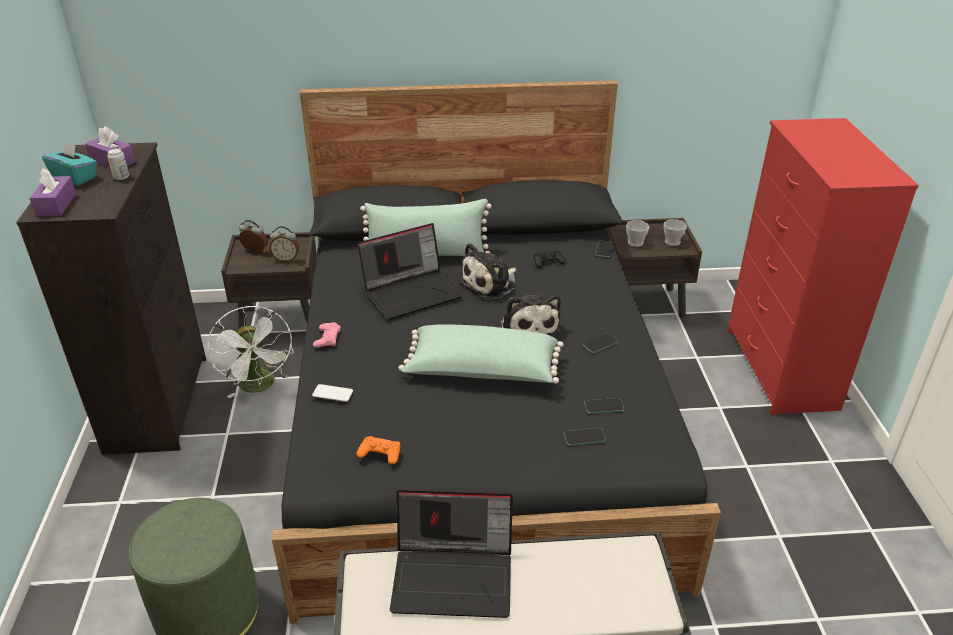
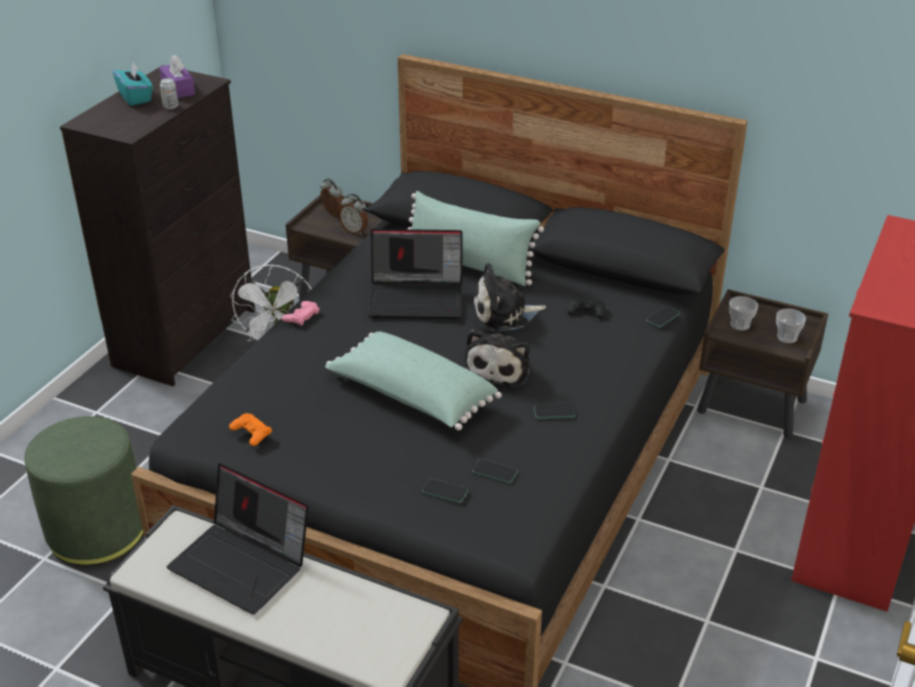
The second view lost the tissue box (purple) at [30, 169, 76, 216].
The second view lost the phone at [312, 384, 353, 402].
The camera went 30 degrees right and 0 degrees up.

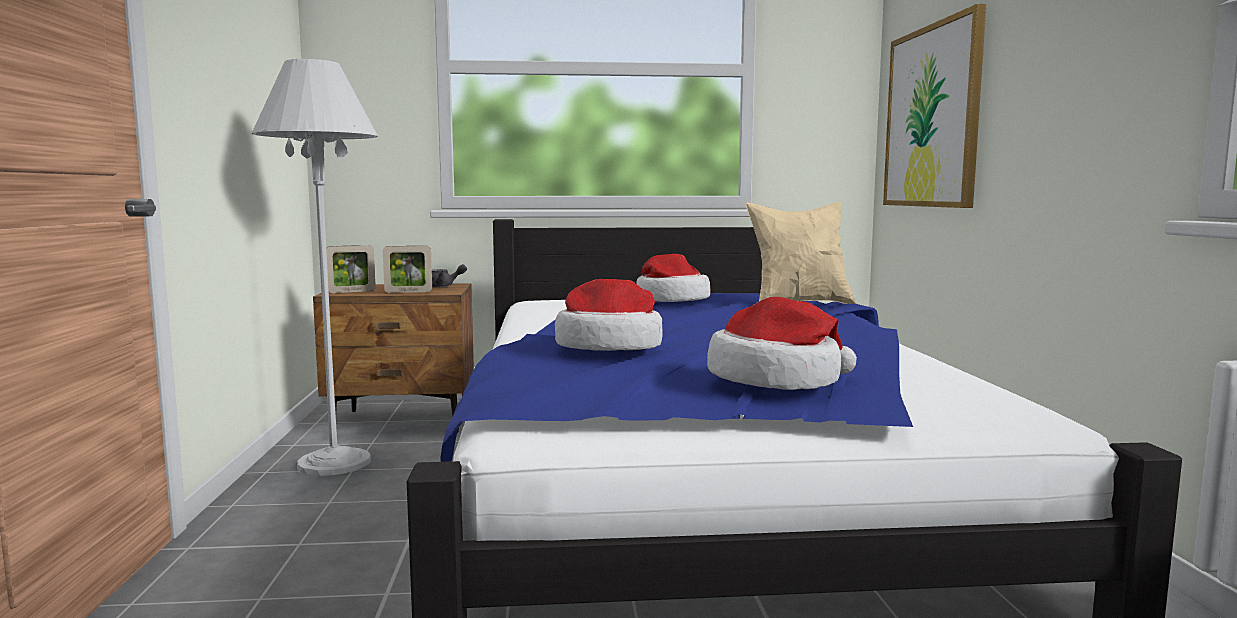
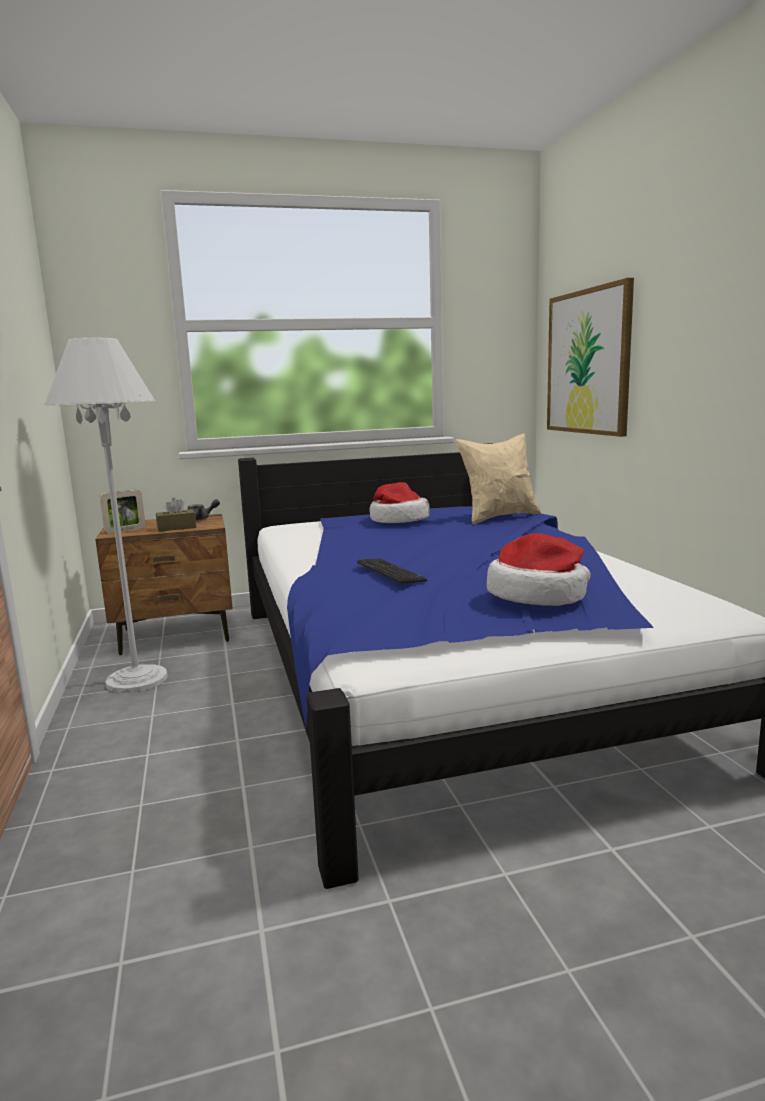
Where the picture frame stood at [383, 246, 432, 293], the tissue box (brown) came to stand at [156, 498, 196, 532].
Where the hat stood at [555, 279, 662, 351], the keyboard came to stand at [357, 558, 427, 584].
The camera went 10 degrees left and 5 degrees up.

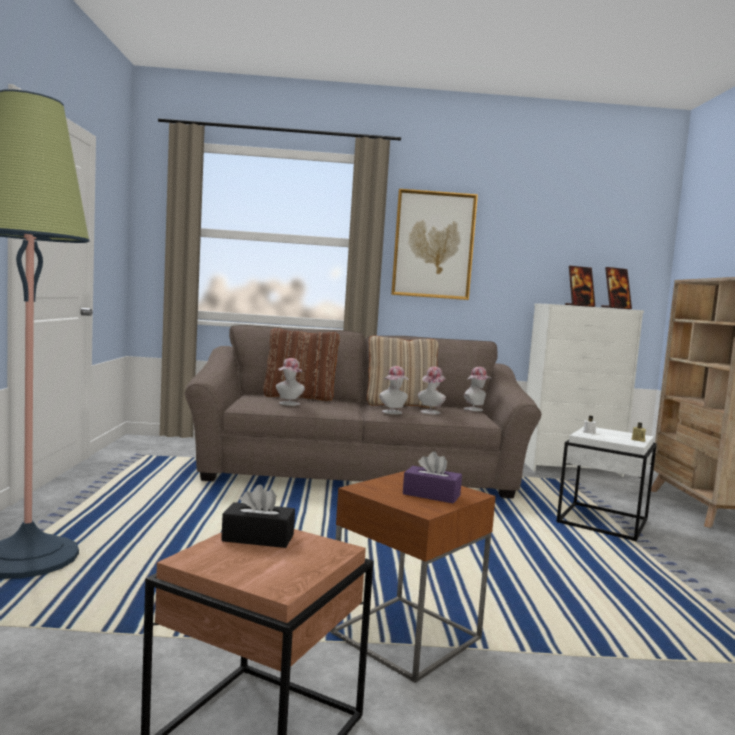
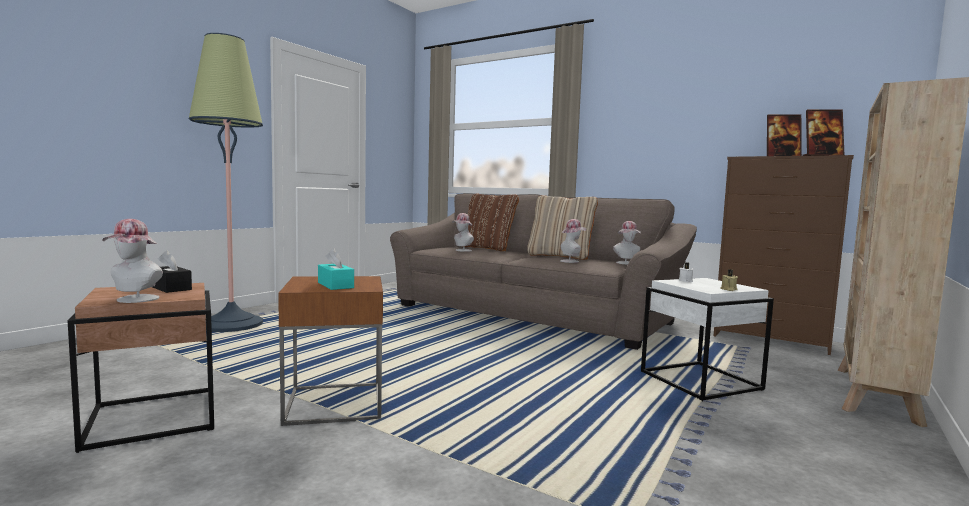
The hat ended up elsewhere, having gone from [379, 366, 409, 414] to [102, 219, 163, 303].
What was the tissue box (purple) at [403, 451, 462, 504] turned into the tissue box (turquoise) at [318, 249, 354, 290].
What was the dresser (white) at [524, 303, 644, 477] turned into the dresser (brown) at [714, 155, 854, 355].
The second view lost the picture at [391, 189, 478, 300].
The camera went 35 degrees right and 0 degrees up.

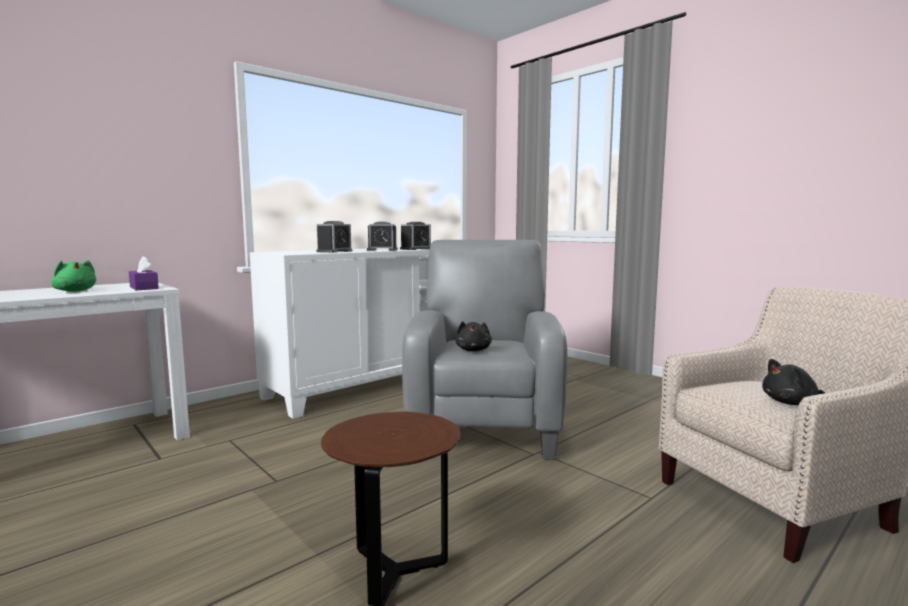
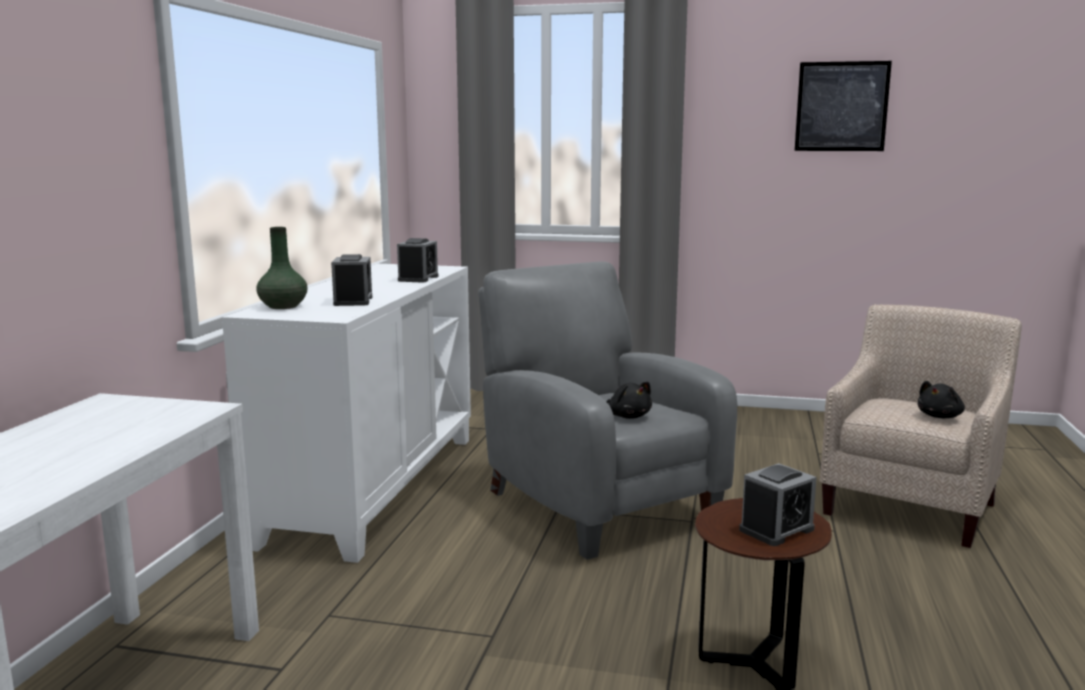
The second view gained the vase (green) at [256, 227, 308, 309].
The alarm clock ended up elsewhere, having gone from [367, 221, 398, 251] to [739, 463, 817, 546].
The second view gained the picture at [795, 61, 892, 151].
The second view lost the plush toy (green) at [51, 260, 96, 292].
The second view lost the tissue box (purple) at [129, 256, 159, 290].
The camera went 35 degrees left and 5 degrees up.

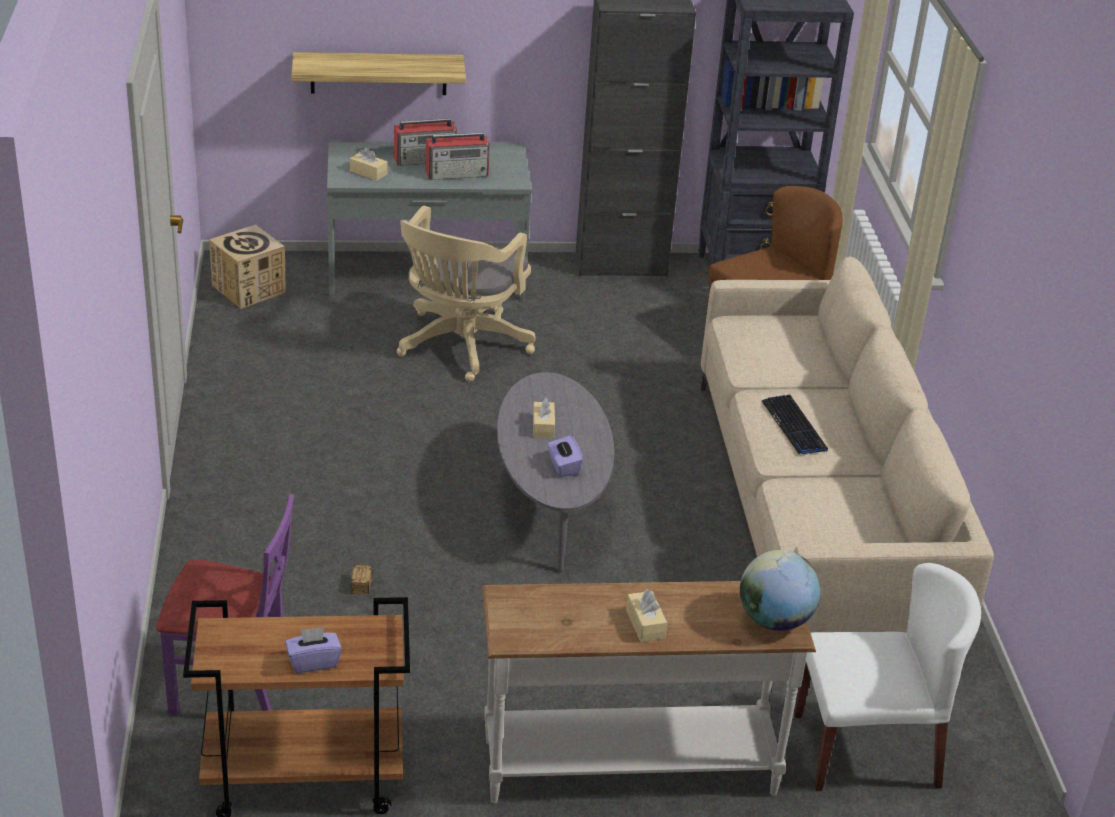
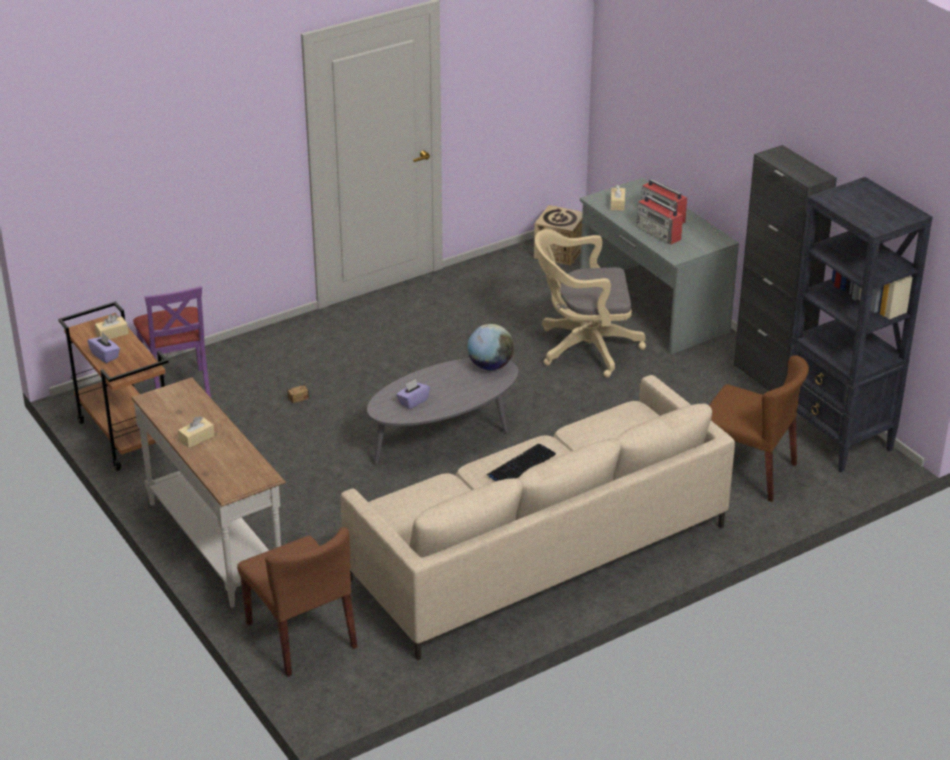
The tissue box (beige) ended up elsewhere, having gone from [533, 398, 555, 438] to [95, 314, 129, 339].
What was the chair (white) at [794, 563, 981, 791] turned into the chair (brown) at [237, 527, 357, 677].
The globe ended up elsewhere, having gone from [740, 550, 821, 631] to [467, 324, 514, 370].
The second view lost the shelf at [292, 52, 466, 95].
The camera went 65 degrees right and 0 degrees up.

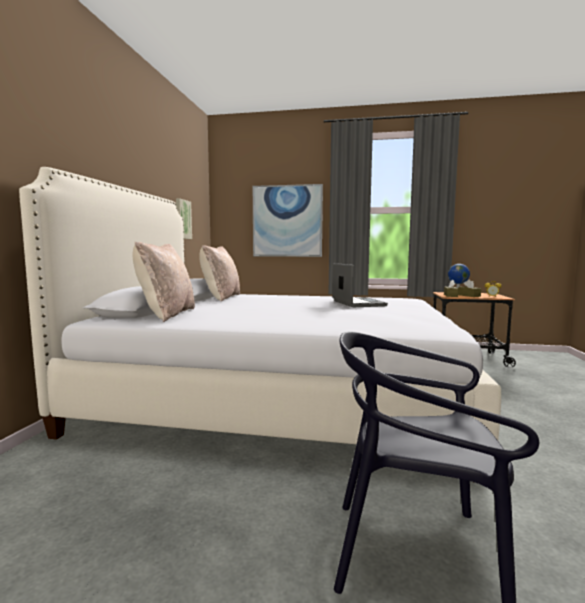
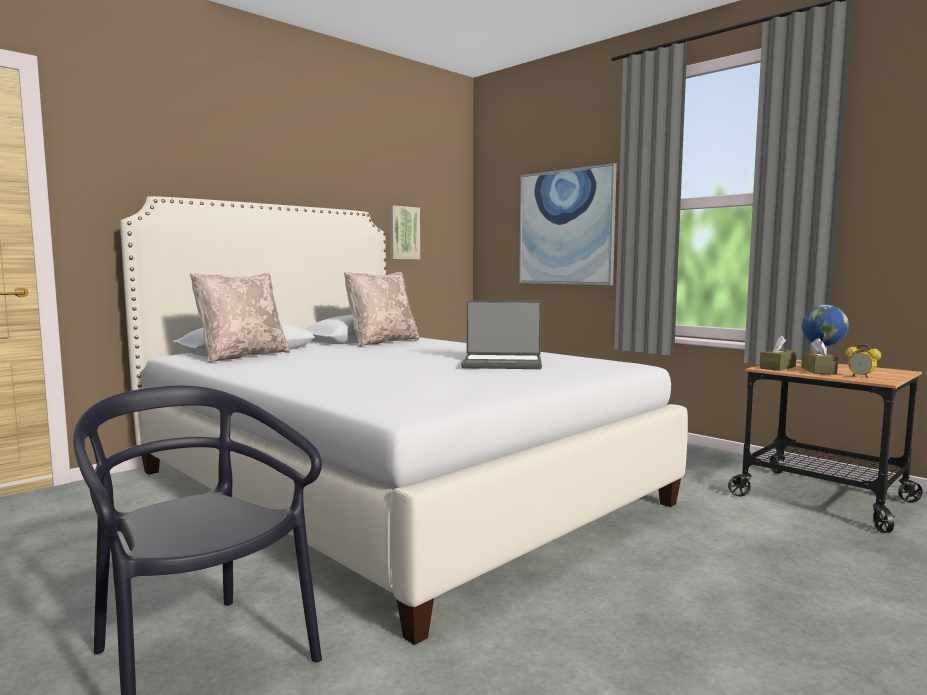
The laptop at [332, 263, 388, 307] ended up facing another way, 75 degrees clockwise from before.
The camera went 35 degrees right and 0 degrees up.

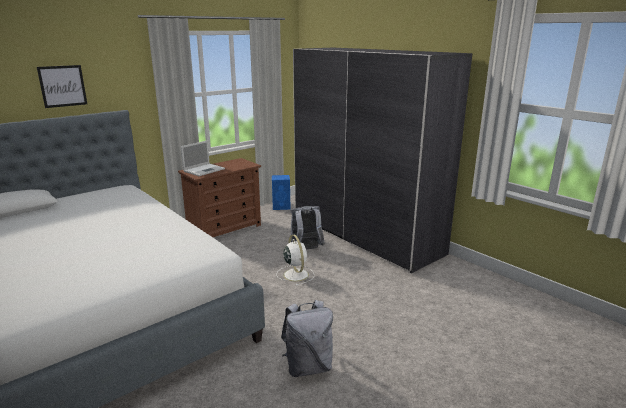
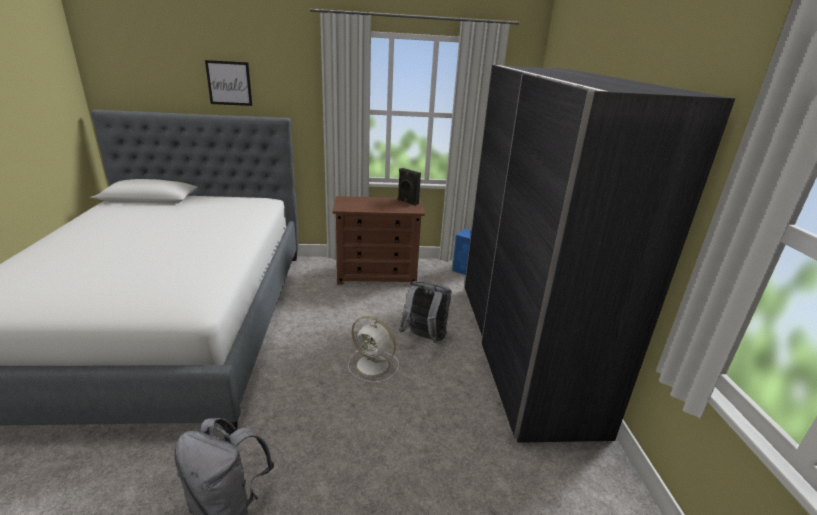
The fan (white) at [276, 235, 314, 286] ended up facing another way, 105 degrees clockwise from before.
The second view gained the speaker (black) at [398, 168, 421, 206].
The second view lost the laptop at [180, 140, 225, 176].
The camera went 35 degrees right and 5 degrees up.

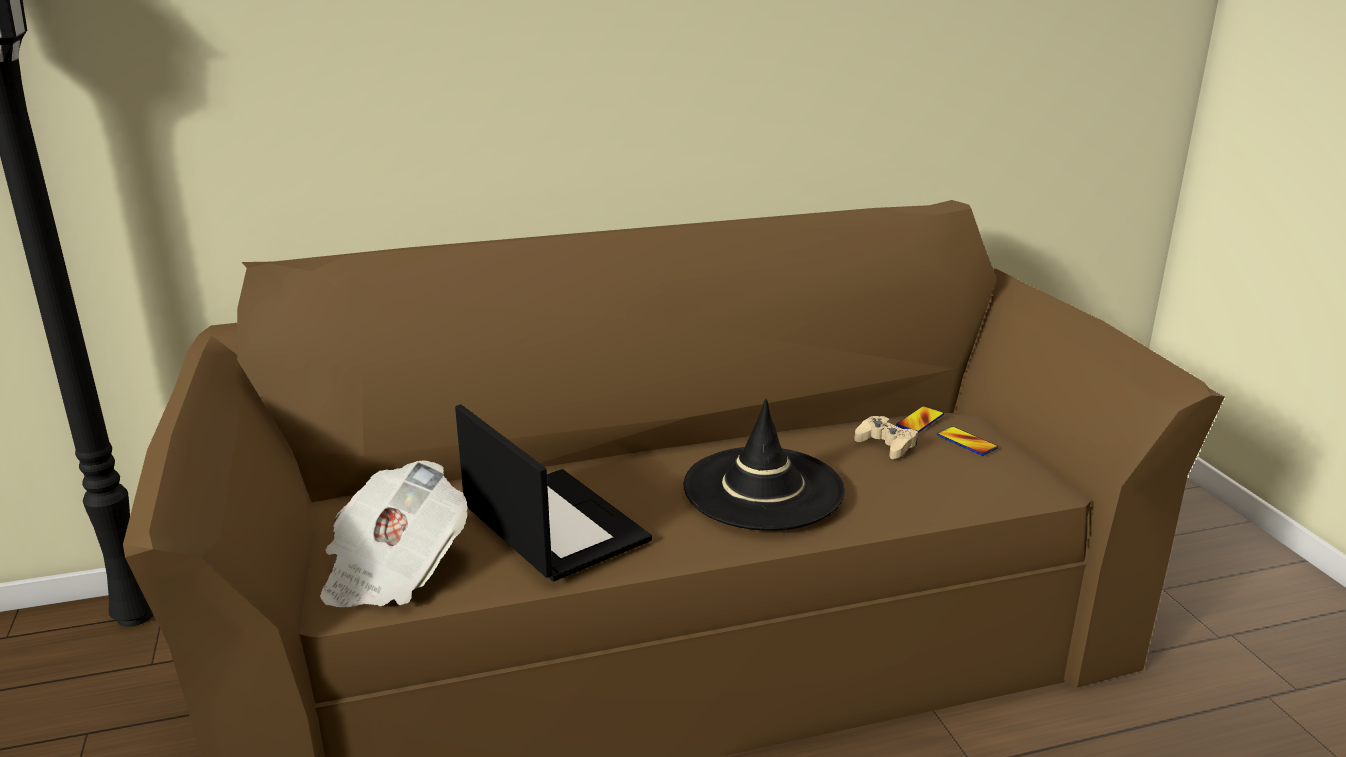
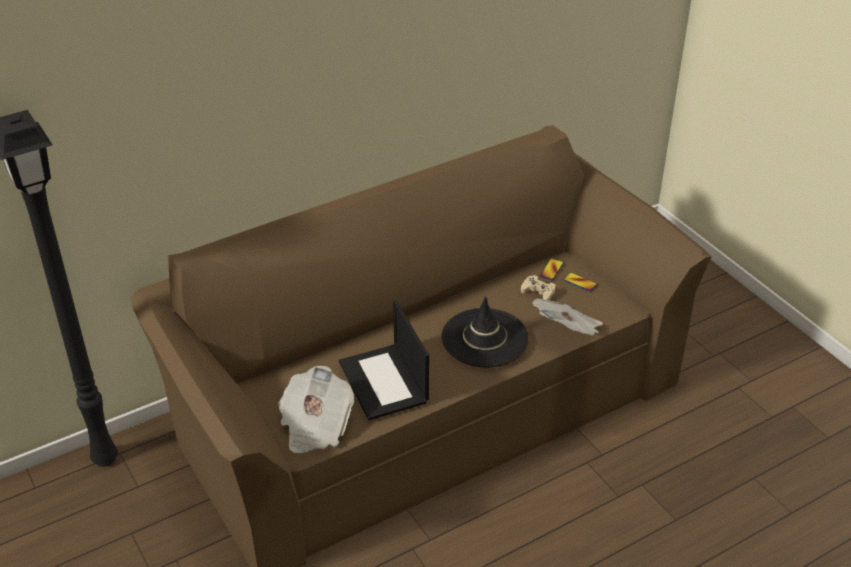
The laptop at [455, 404, 652, 581] ended up facing another way, 150 degrees counterclockwise from before.
The second view gained the newspaper at [533, 298, 603, 336].
The camera went 15 degrees left and 15 degrees up.

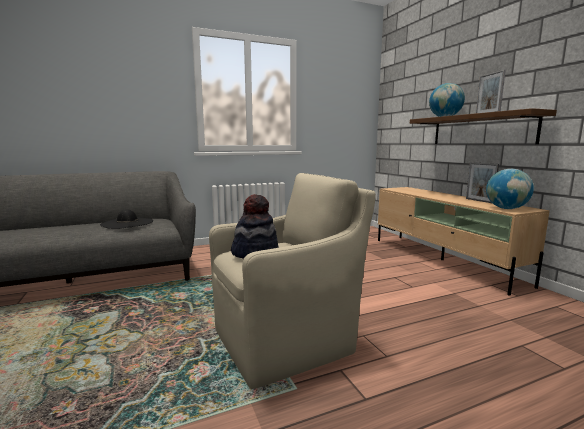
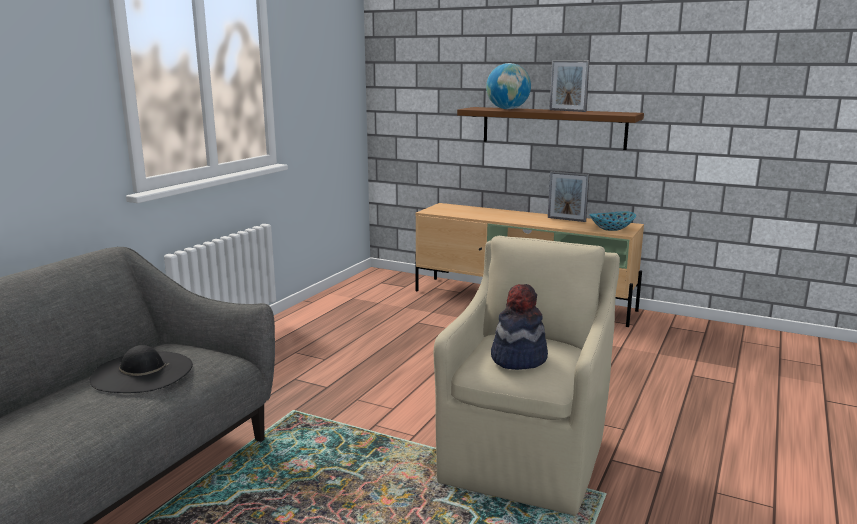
Where the globe stood at [486, 169, 534, 209], the bowl came to stand at [589, 211, 636, 231].
The camera went 40 degrees left and 5 degrees up.

